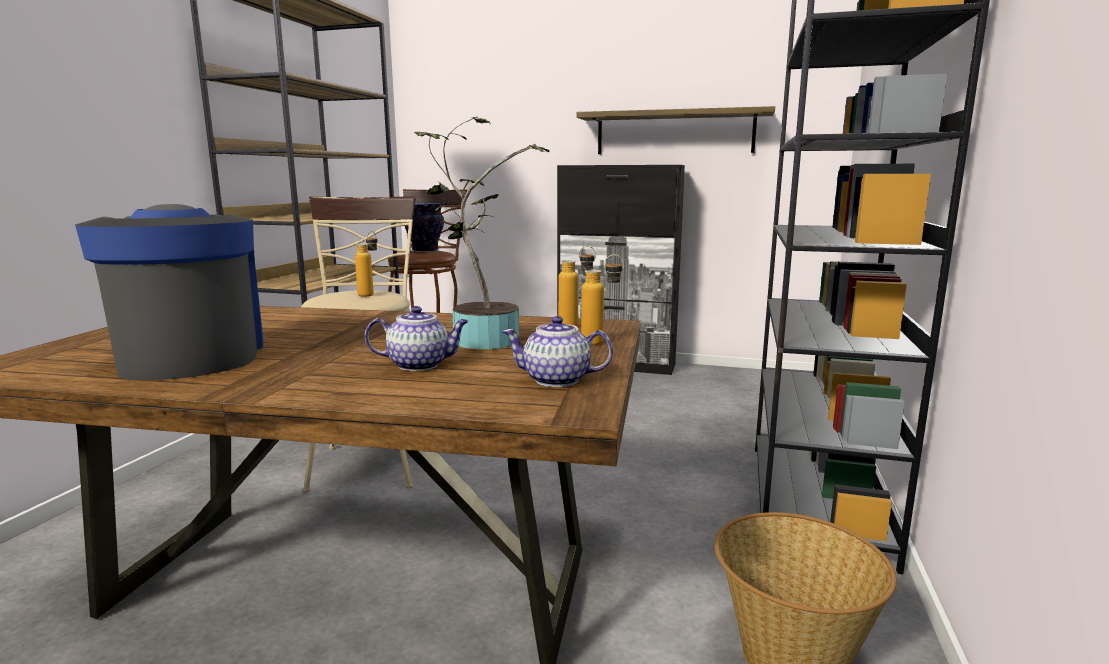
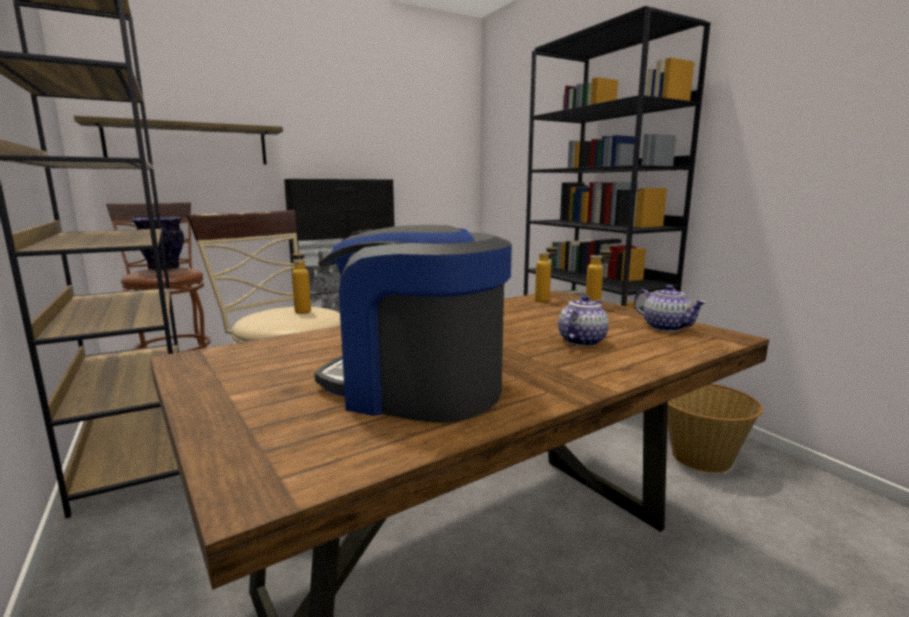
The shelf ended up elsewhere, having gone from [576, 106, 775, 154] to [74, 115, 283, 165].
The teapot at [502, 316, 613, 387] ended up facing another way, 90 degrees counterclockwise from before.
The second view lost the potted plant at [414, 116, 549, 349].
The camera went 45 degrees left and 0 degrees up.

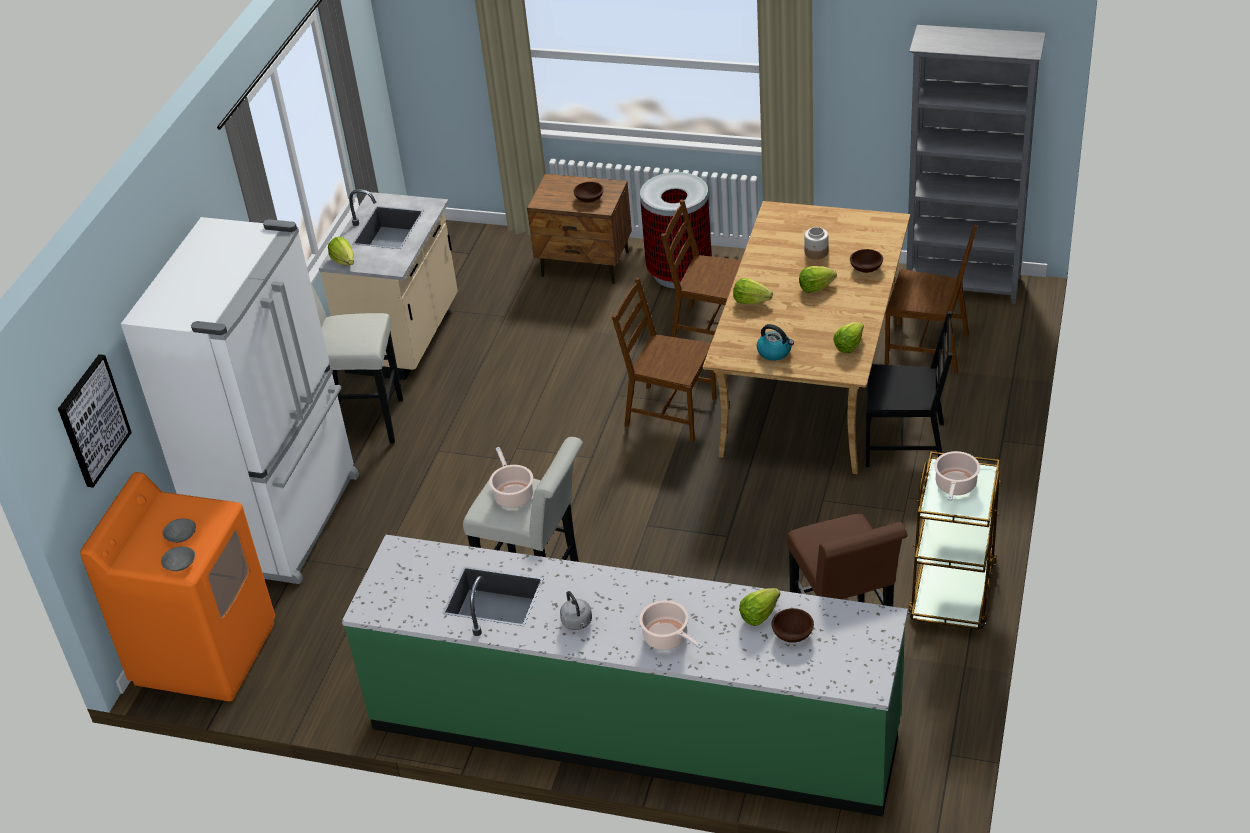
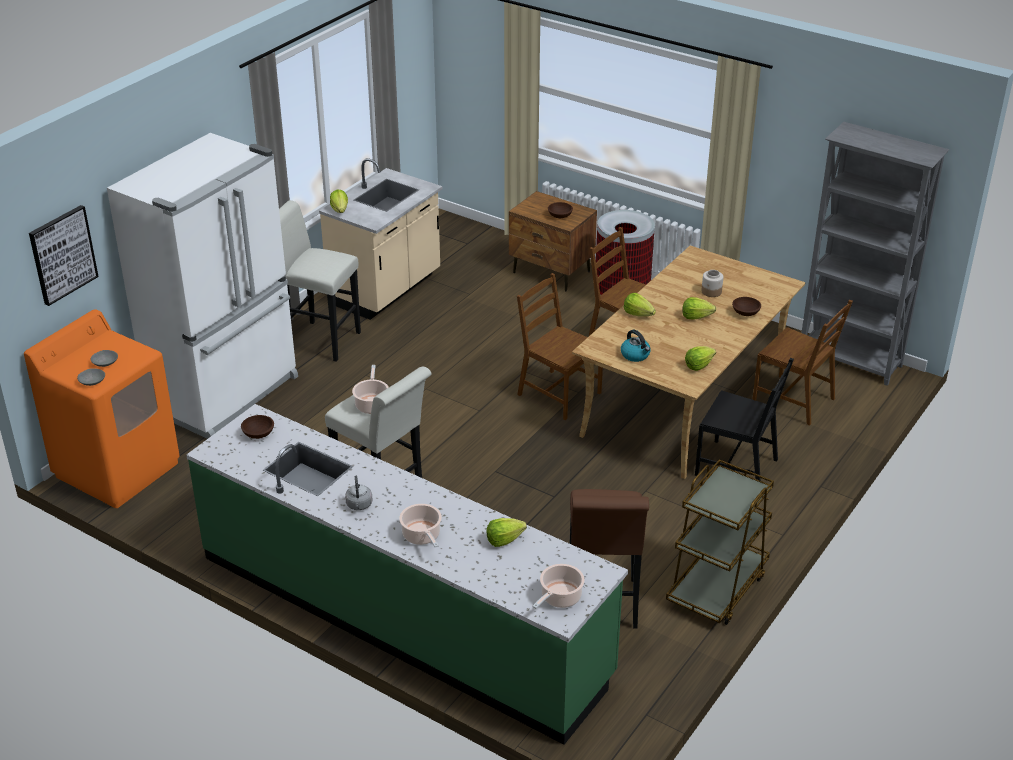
The bowl (brown) ended up elsewhere, having gone from [771, 608, 814, 643] to [241, 415, 274, 439].
The cooking pot ended up elsewhere, having gone from [934, 451, 980, 501] to [533, 564, 585, 609].
The camera went 15 degrees right and 5 degrees down.

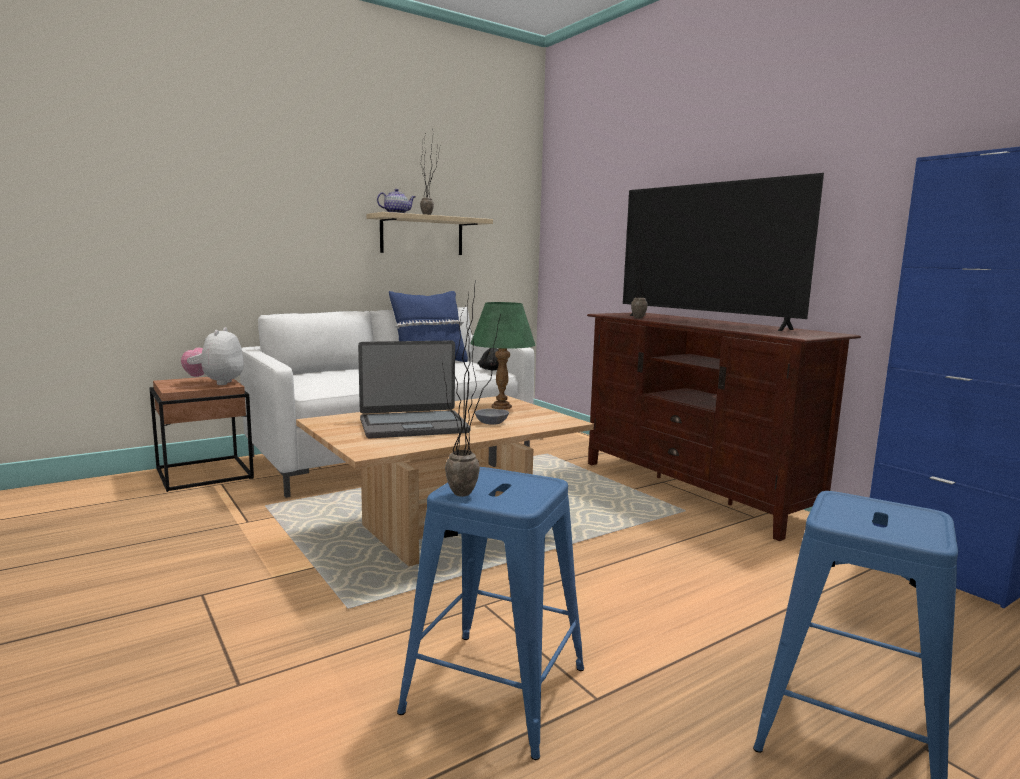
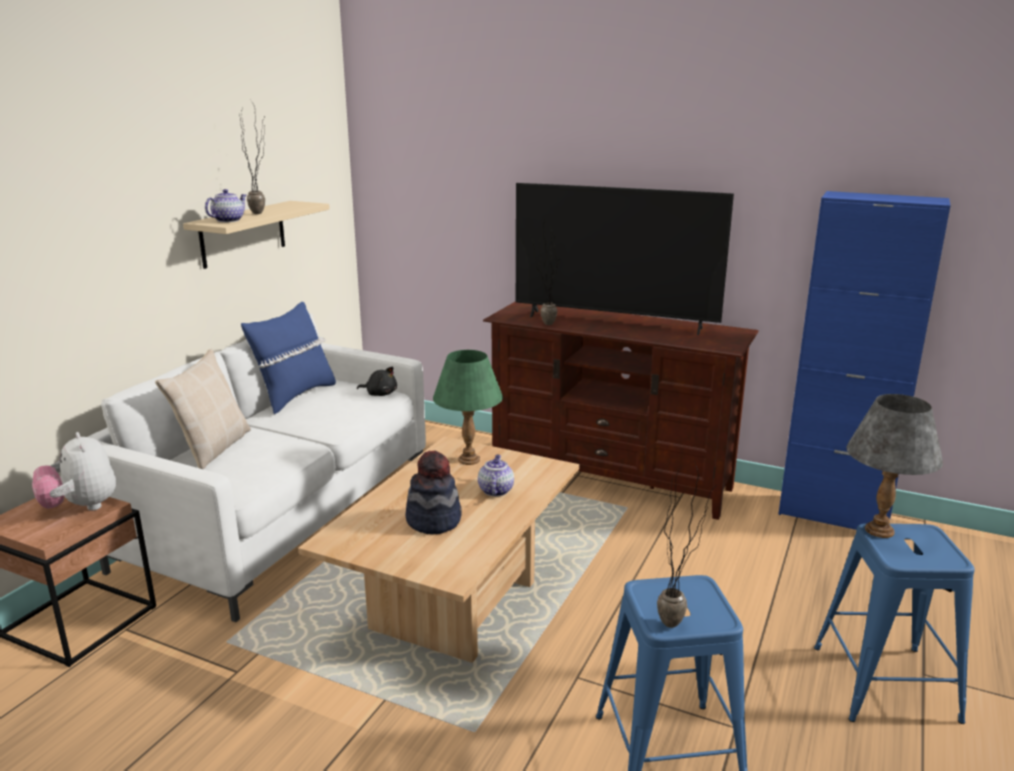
The second view gained the pillow (beige) at [155, 349, 251, 469].
Where the laptop stood at [358, 341, 470, 438], the hat came to stand at [406, 450, 462, 534].
Where the bowl (grey) stood at [475, 409, 509, 425], the teapot came to stand at [478, 455, 514, 496].
The second view gained the table lamp (grey) at [846, 394, 943, 538].
The camera went 30 degrees left and 10 degrees up.

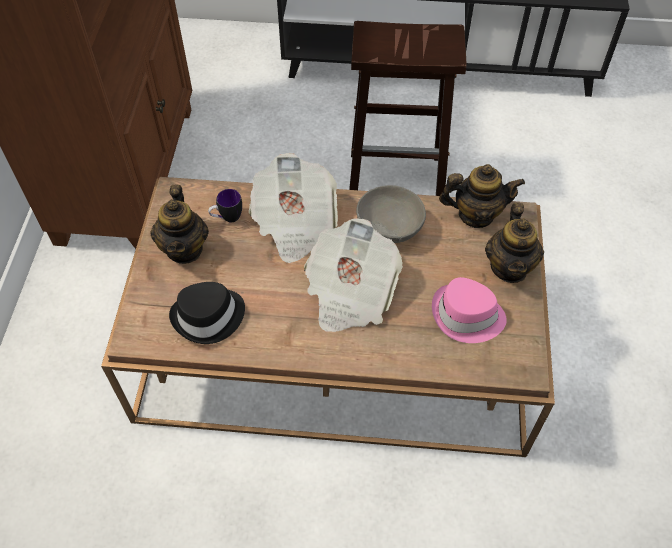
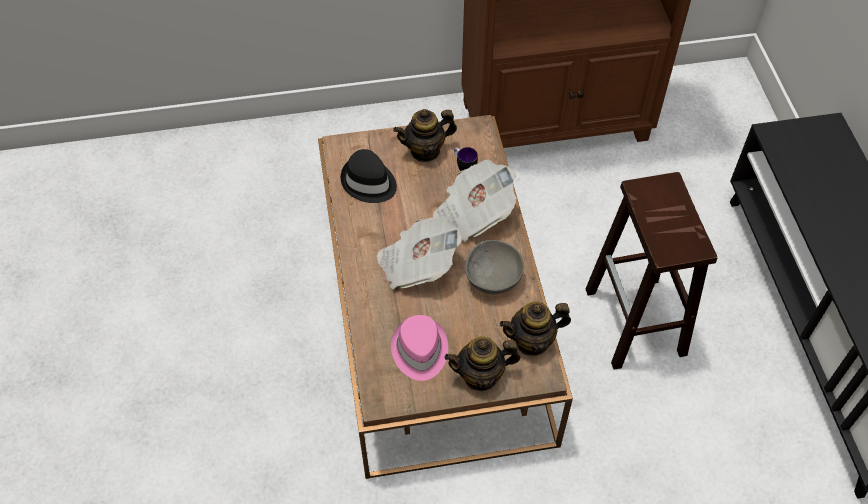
The teapot at [439, 164, 525, 228] ended up facing another way, 90 degrees clockwise from before.
The camera went 75 degrees right and 0 degrees up.

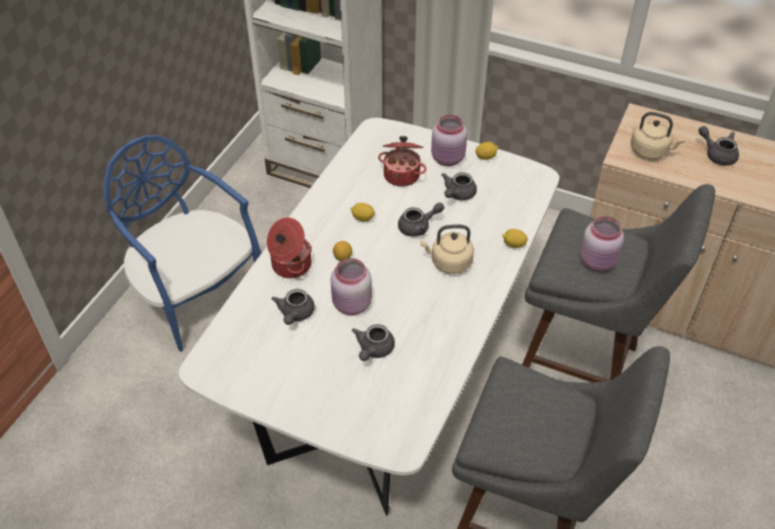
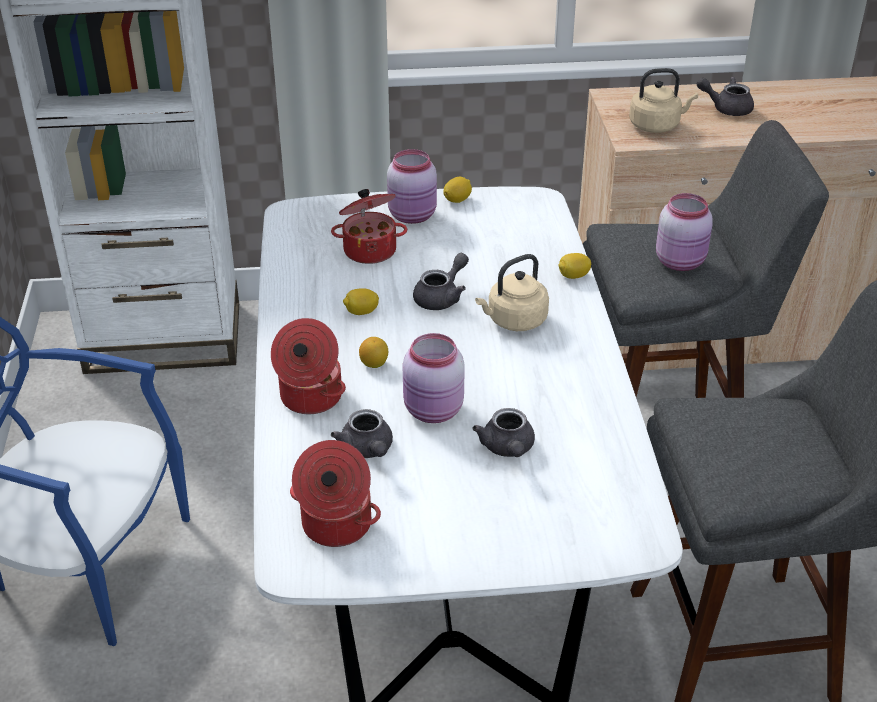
The second view gained the cooking pot at [290, 440, 381, 547].
The second view lost the teapot (grey) at [442, 172, 477, 201].
The camera went 30 degrees left and 10 degrees down.

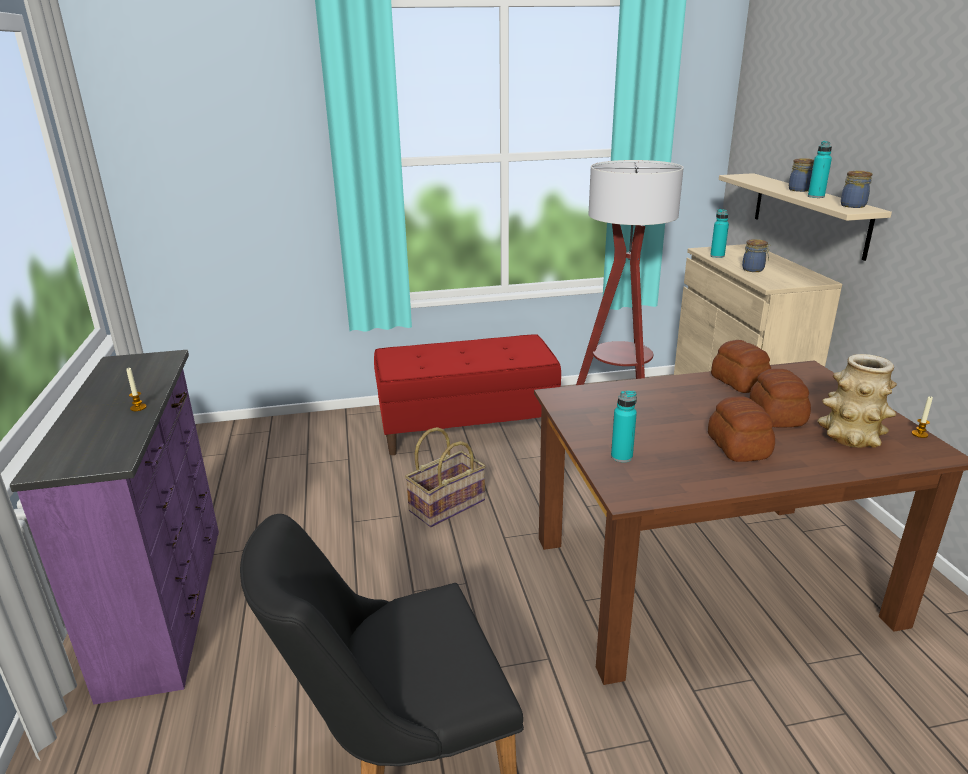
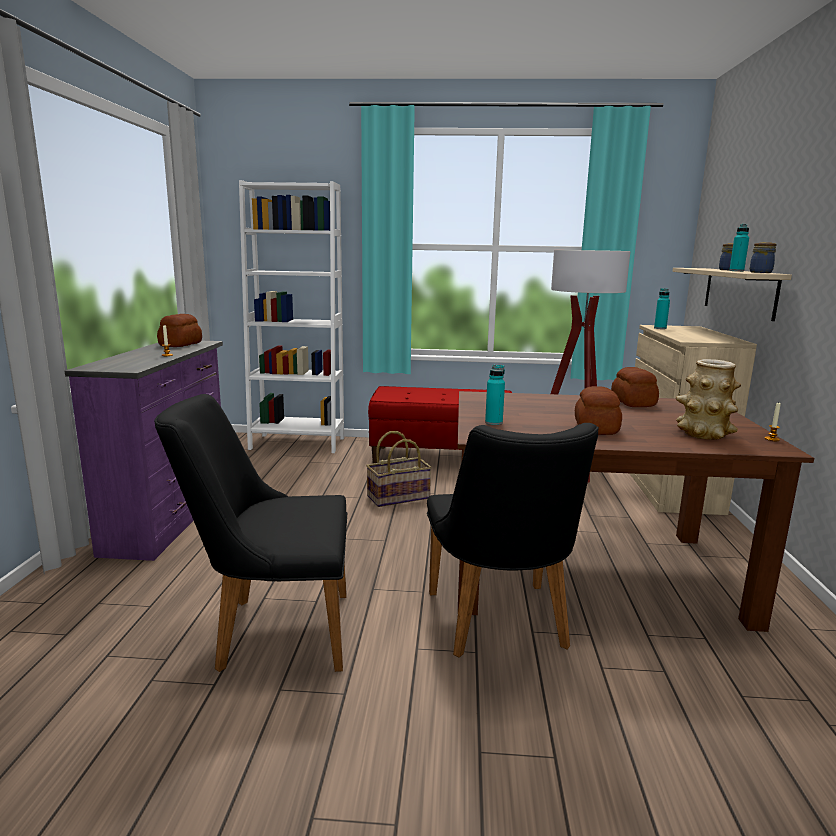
The bread ended up elsewhere, having gone from [750, 369, 811, 428] to [157, 314, 202, 347].
The second view gained the bookcase (white) at [239, 180, 344, 453].
The second view gained the chair (black) at [427, 423, 599, 658].
The second view lost the jar at [742, 239, 770, 272].
The camera went 15 degrees right and 10 degrees down.

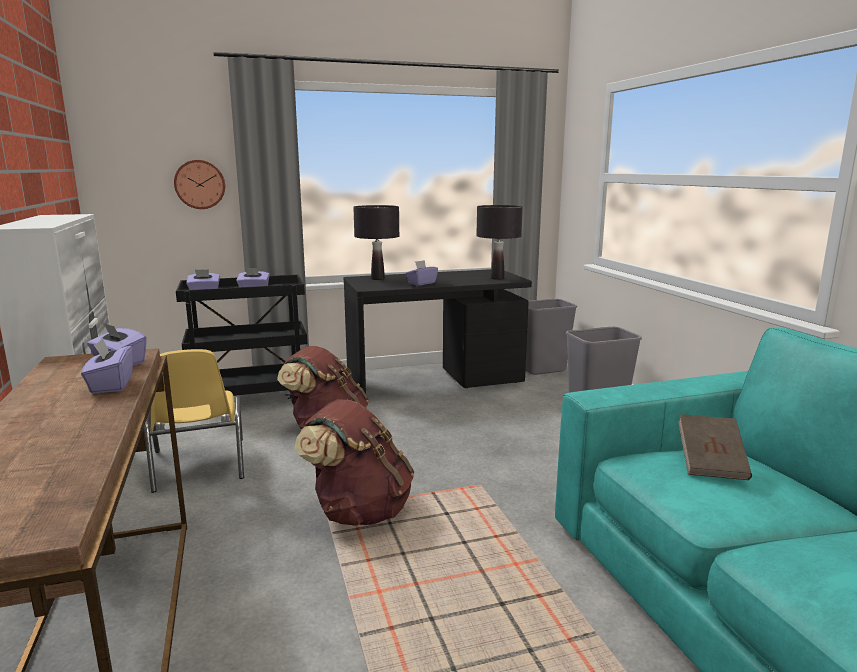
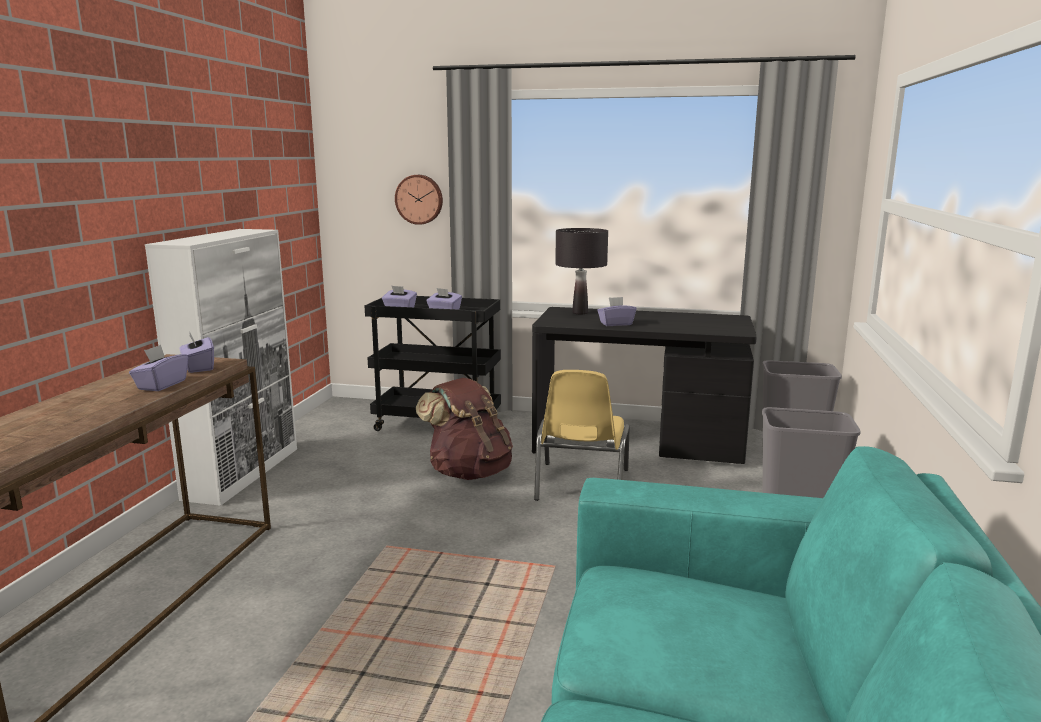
The chair (yellow) ended up elsewhere, having gone from [144, 349, 244, 493] to [534, 370, 630, 501].
The second view lost the backpack (brown) at [294, 399, 414, 526].
The second view lost the table lamp (black) at [476, 205, 523, 280].
The second view lost the book (brown) at [678, 414, 752, 480].
The camera went 30 degrees right and 0 degrees up.

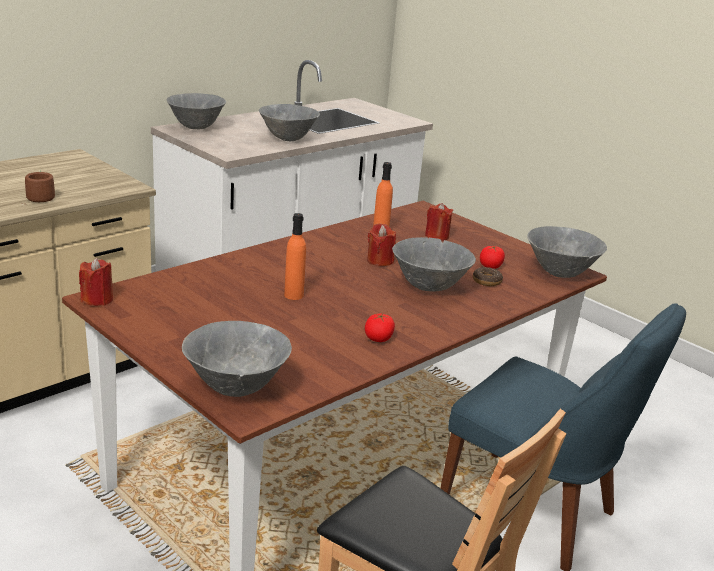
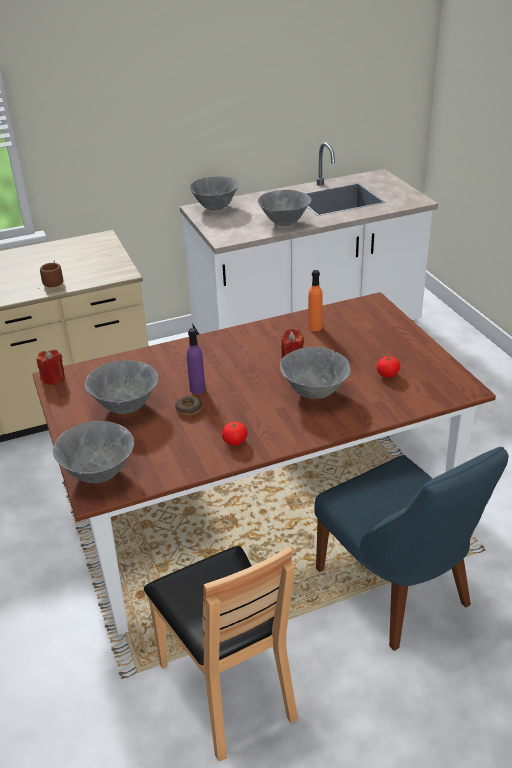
The bowl (grey) ended up elsewhere, having gone from [527, 226, 607, 278] to [85, 360, 158, 414].
The donut ended up elsewhere, having gone from [473, 267, 503, 286] to [175, 396, 202, 416].
What was the bottle (orange) at [284, 213, 306, 300] turned into the bottle (purple) at [187, 328, 205, 394].
The second view lost the candle (red) at [425, 203, 453, 241].
The camera went 25 degrees right and 10 degrees up.

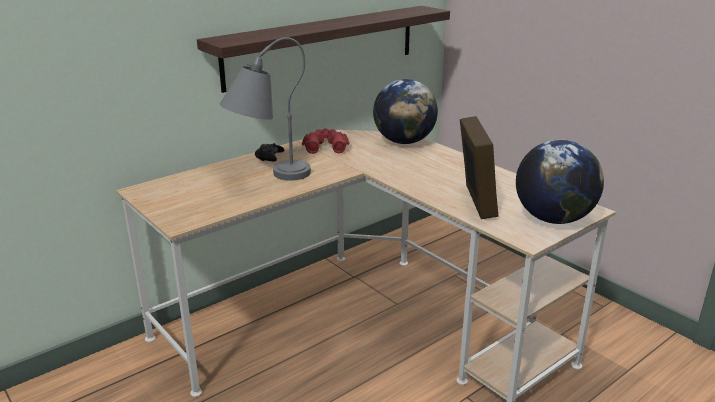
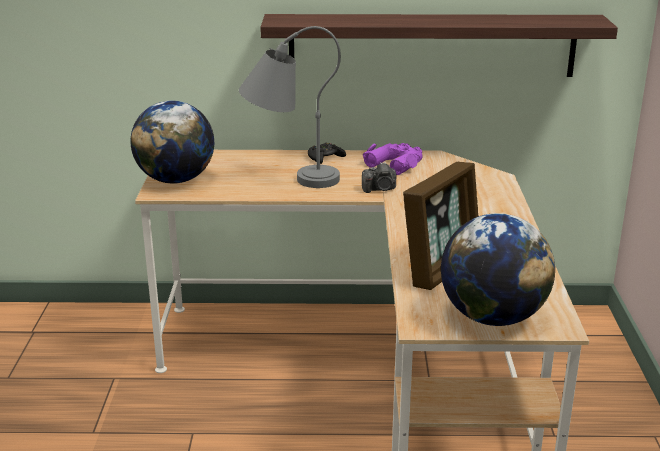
The globe ended up elsewhere, having gone from [373, 79, 438, 144] to [130, 101, 214, 184].
The second view gained the photo camera at [362, 162, 396, 193].
What was the binoculars (red) at [302, 129, 350, 154] turned into the binoculars (purple) at [363, 143, 423, 175].
The camera went 40 degrees right and 0 degrees up.

